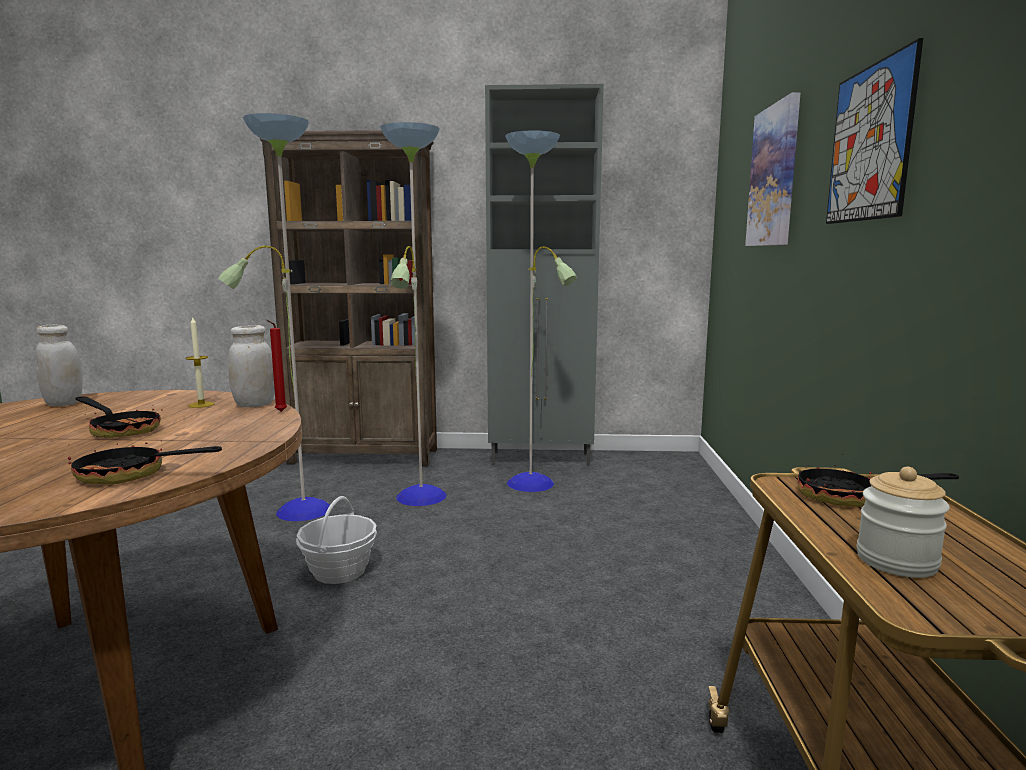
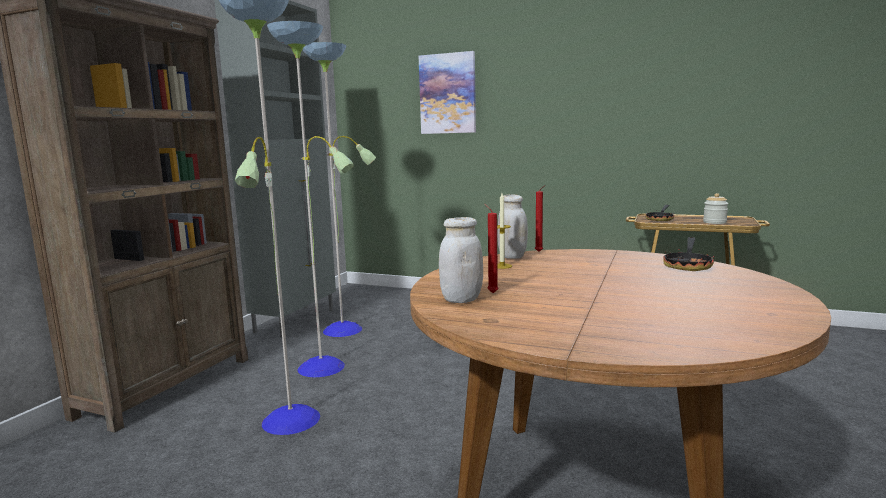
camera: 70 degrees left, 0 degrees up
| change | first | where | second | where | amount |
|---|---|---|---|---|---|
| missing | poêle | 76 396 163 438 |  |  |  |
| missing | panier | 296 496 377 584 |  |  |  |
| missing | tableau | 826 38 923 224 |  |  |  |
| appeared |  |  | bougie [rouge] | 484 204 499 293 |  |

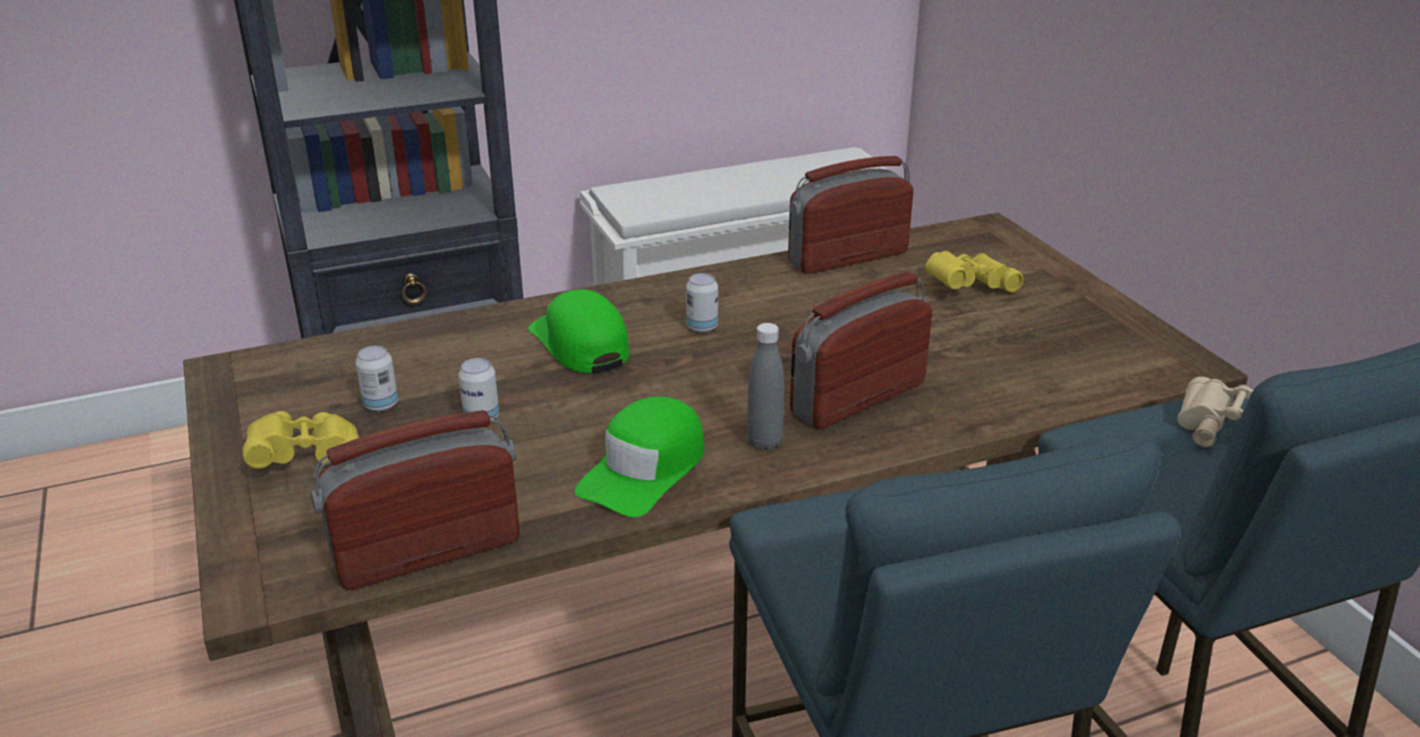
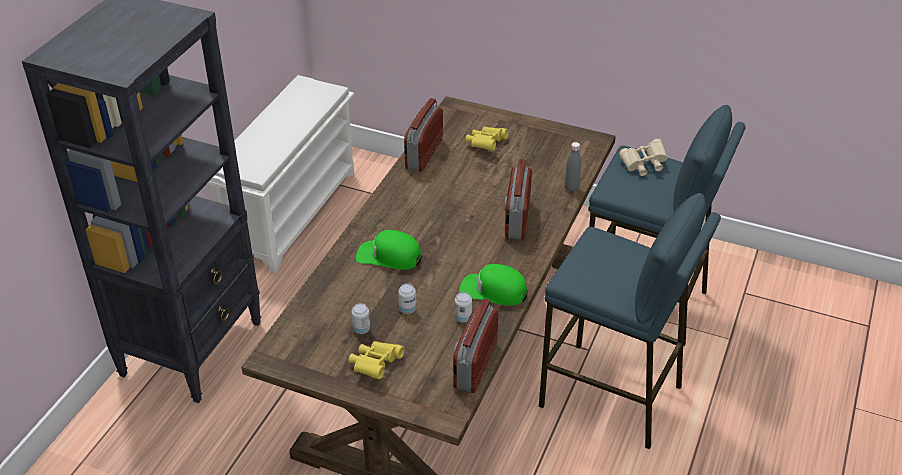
camera: 45 degrees left, 10 degrees up
| change | first | where | second | where | amount |
|---|---|---|---|---|---|
| relocated | boîte métallique | 686 273 718 333 |  | 455 292 472 322 |  |
| relocated | bouteille [gris] | 747 323 784 451 |  | 565 142 581 192 |  |
| spun | casquette [vert] | 575 397 704 517 |  | 459 264 527 306 | 120 degrees clockwise |

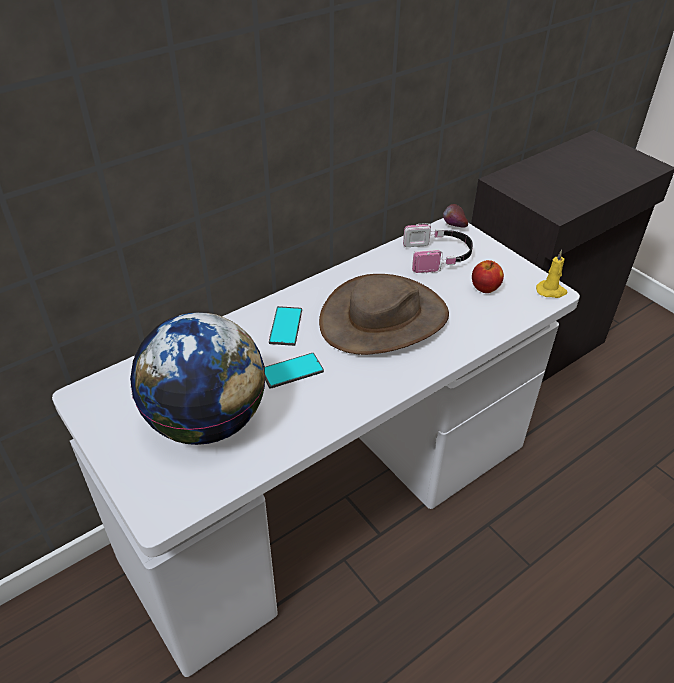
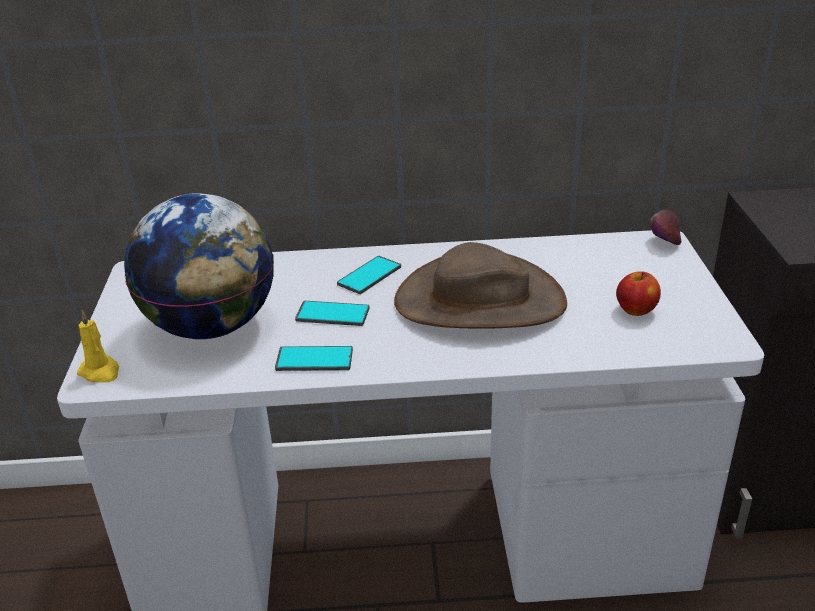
camera: 35 degrees right, 10 degrees down
| change | first | where | second | where | amount |
|---|---|---|---|---|---|
| missing | casque audio | 403 223 473 273 |  |  |  |
| appeared |  |  | téléphone | 275 346 353 371 |  |
| relocated | bougie [jaune] | 536 250 567 298 |  | 77 310 119 383 |  |

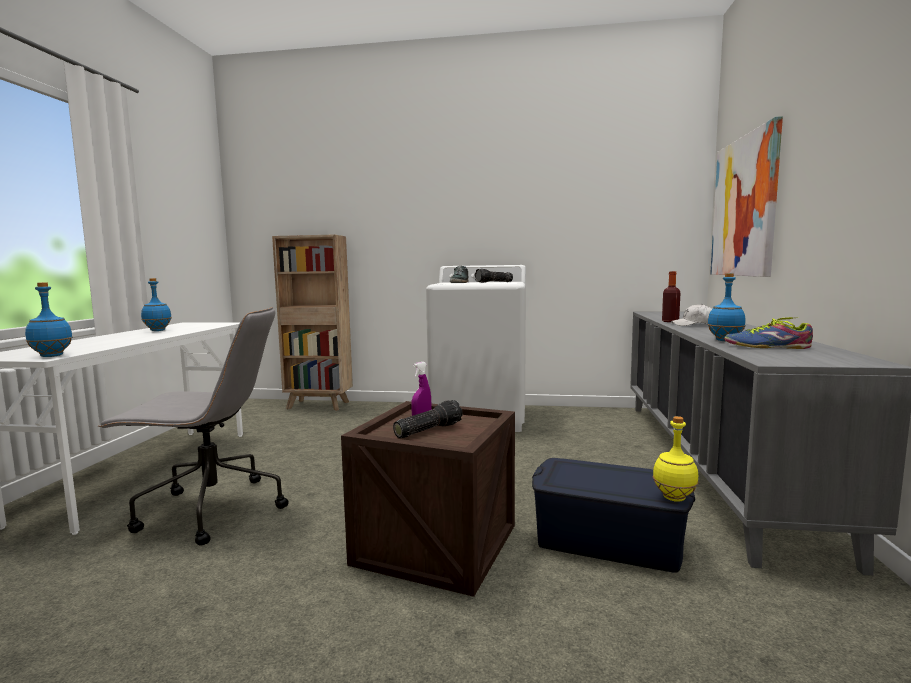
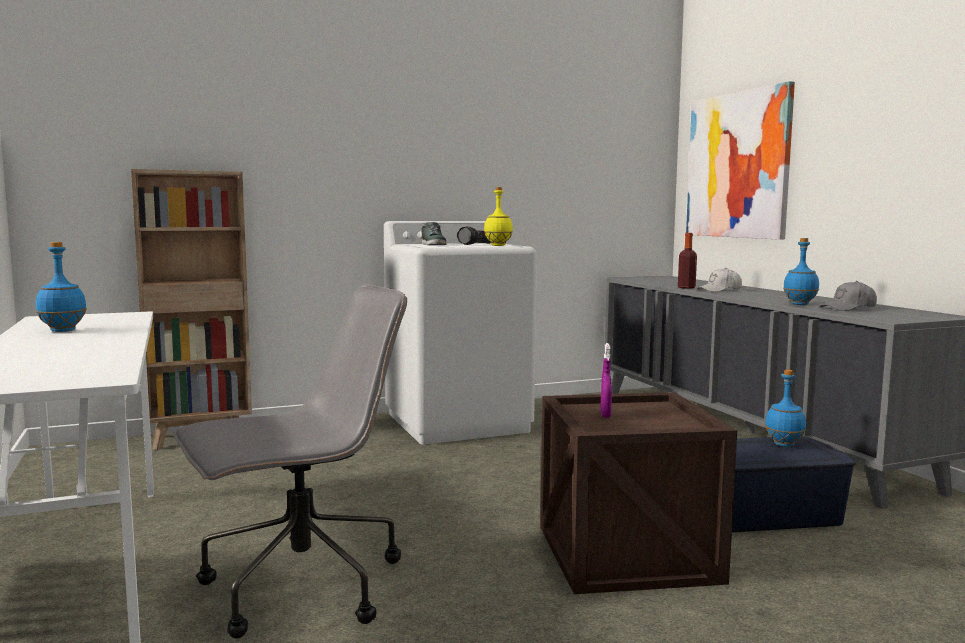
camera: 30 degrees left, 0 degrees up
| change | first | where | second | where | amount |
|---|---|---|---|---|---|
| missing | lampe de poche | 393 400 463 438 |  |  |  |
| relocated | bouteille [bleu] | 25 282 73 357 |  | 765 369 806 447 |  |
| relocated | bouteille [jaune] | 652 416 699 502 |  | 484 187 513 246 |  |
| exchanged | chaussure | 724 317 813 349 | casquette [gris] | 820 281 877 311 |  |

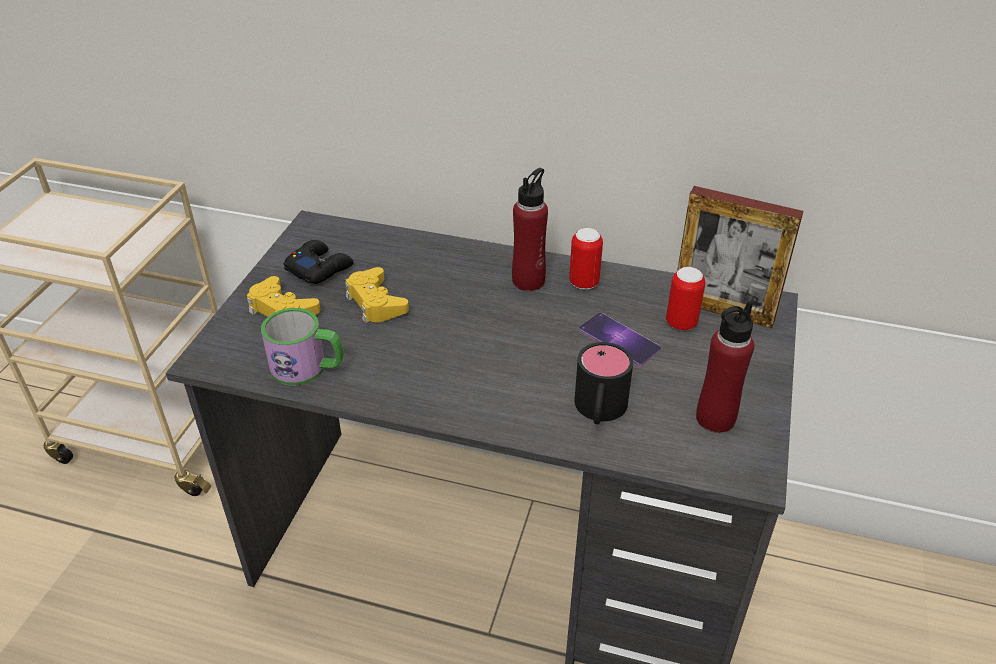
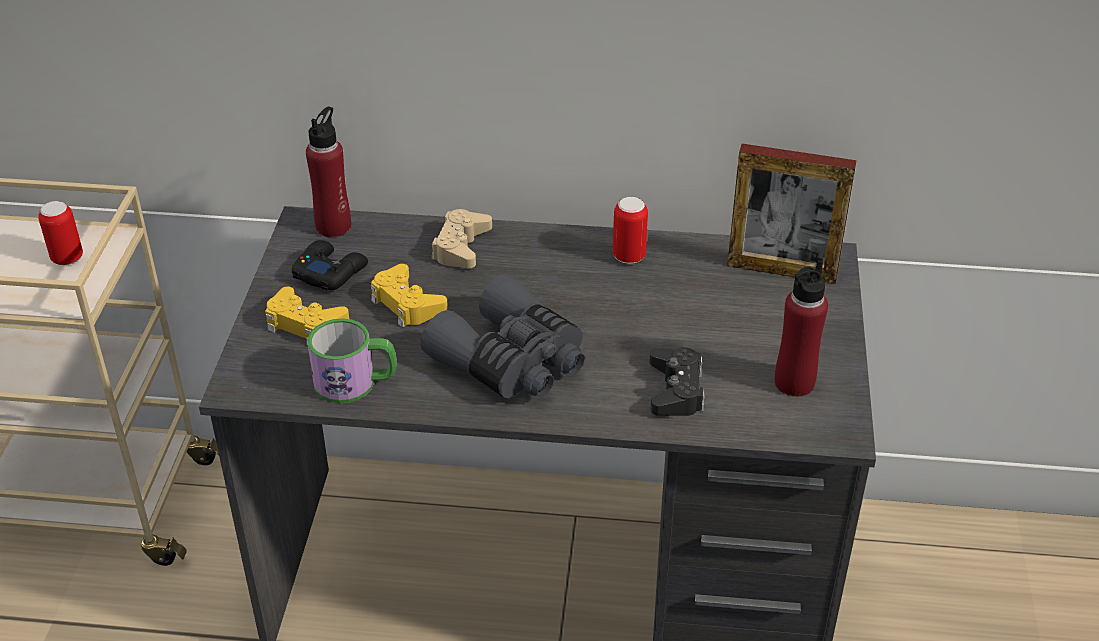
camera: 10 degrees left, 0 degrees up
| change | first | where | second | where | amount |
|---|---|---|---|---|---|
| missing | téléphone | 578 313 661 366 |  |  |  |
| appeared |  |  | jumelles [gris] | 421 274 585 398 |  |
| appeared |  |  | manette [beige] | 431 209 492 268 |  |
| relocated | bouteille [rouge] | 512 168 548 291 |  | 306 106 351 237 |  |
| relocated | boîte métallique | 666 267 705 331 |  | 38 201 83 265 |  |
| exchanged | mug [noir] | 574 342 633 424 | manette [noir] | 649 347 704 416 |  |

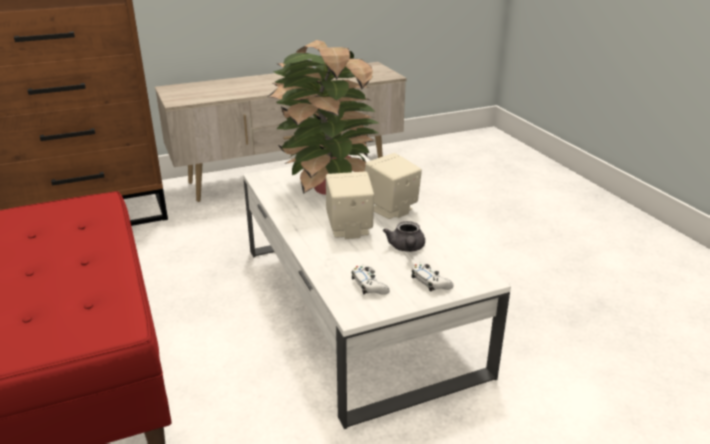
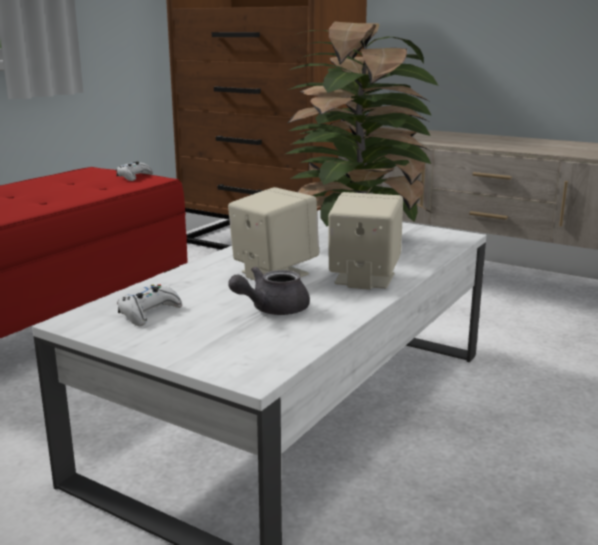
camera: 55 degrees right, 10 degrees down
| change | first | where | second | where | amount |
|---|---|---|---|---|---|
| relocated | manette [blanc] | 412 263 454 291 |  | 116 162 153 181 |  |

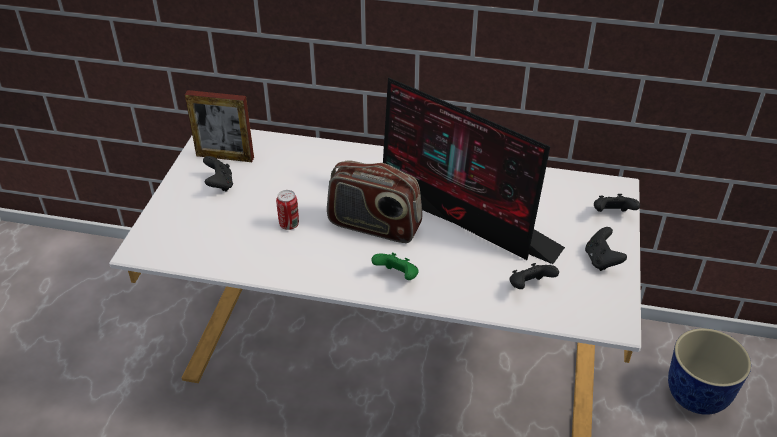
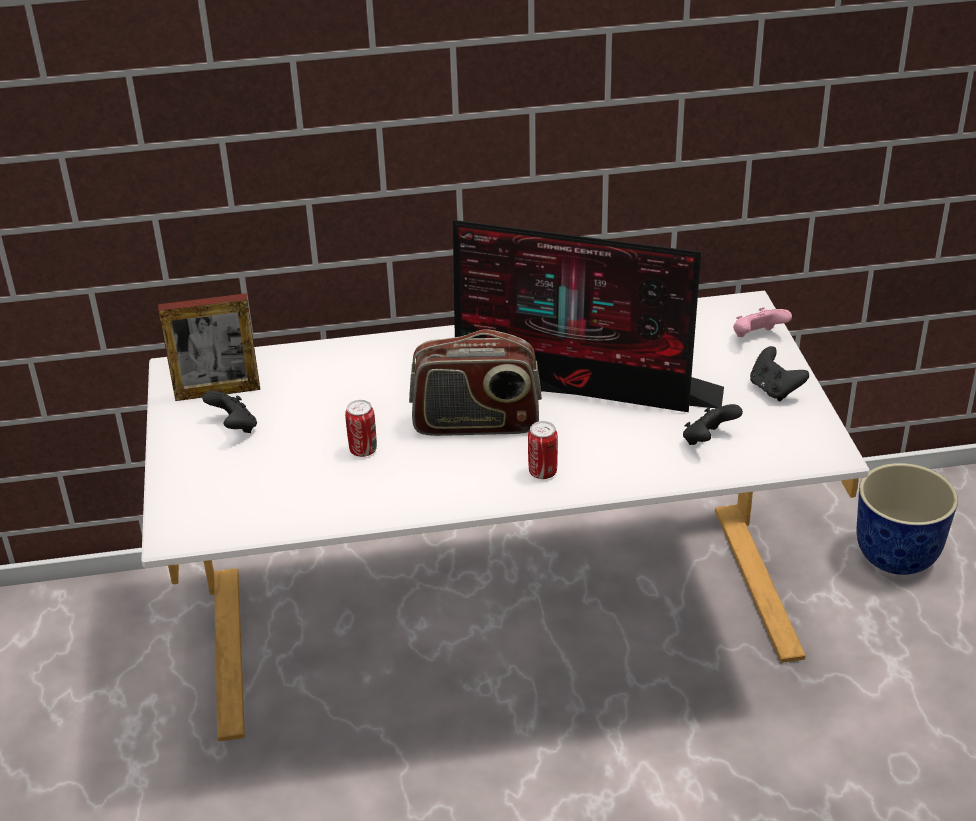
camera: 20 degrees left, 5 degrees down
| change | first | where | second | where | amount |
|---|---|---|---|---|---|
| exchanged | manette [vert] | 371 252 419 280 | boîte métallique | 528 421 558 479 |  |
| colour | manette [noir] | 594 194 640 212 | manette [rose] | 733 307 792 337 |  |

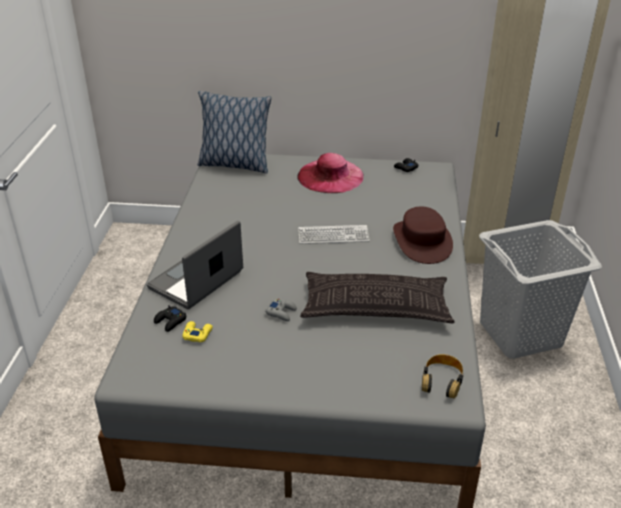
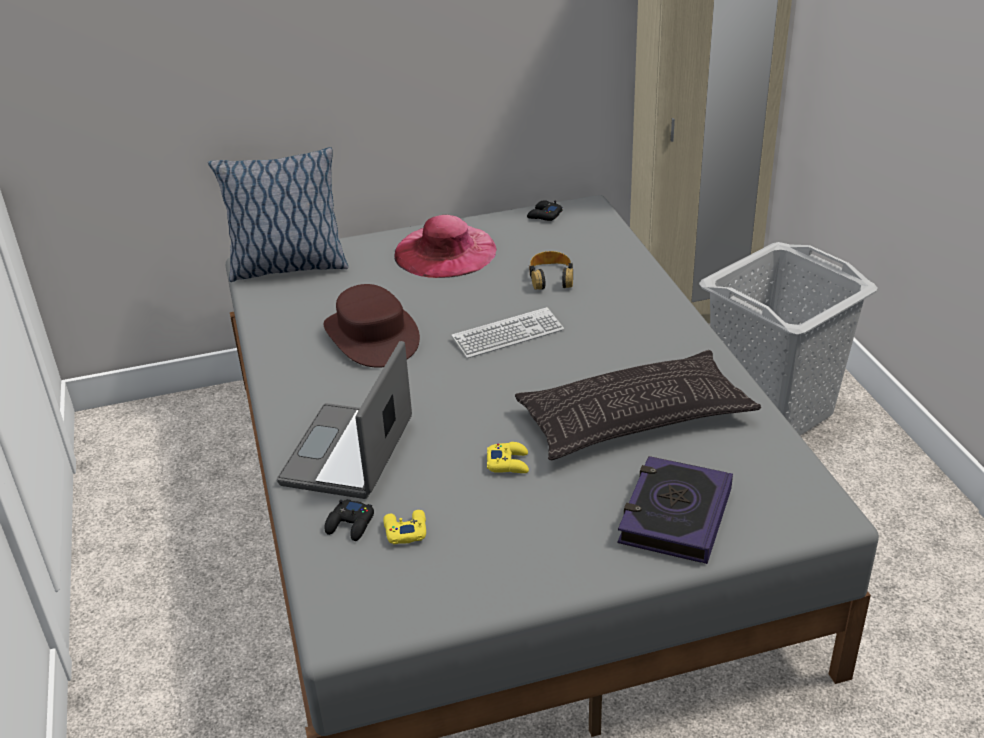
camera: 20 degrees left, 0 degrees up
| change | first | where | second | where | amount |
|---|---|---|---|---|---|
| appeared |  |  | livre | 618 456 733 564 |  |
| relocated | chapeau [marron] | 393 207 453 264 |  | 323 284 420 368 |  |
| relocated | casque audio | 422 354 464 399 |  | 529 251 573 290 |  |
| colour | manette [gris] | 265 299 297 321 | manette [jaune] | 487 442 529 473 |  |

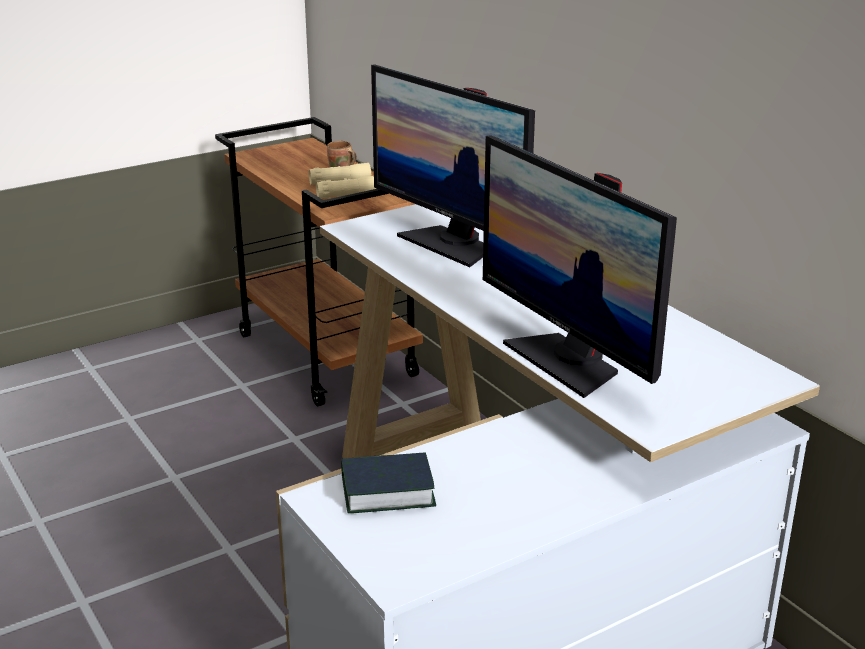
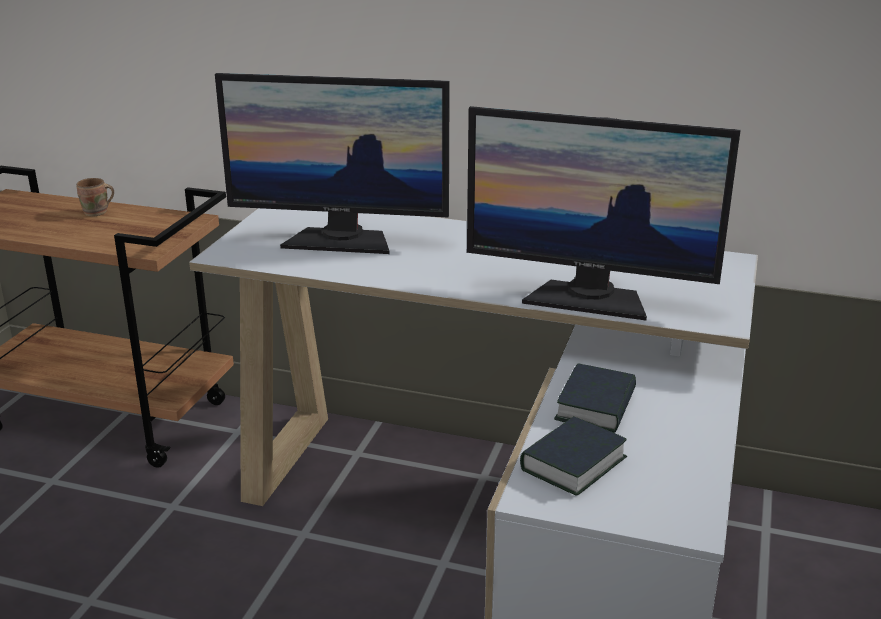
camera: 40 degrees left, 0 degrees up
| change | first | where | second | where | amount |
|---|---|---|---|---|---|
| missing | jumelles [beige] | 309 163 376 199 |  |  |  |
| appeared |  |  | livre | 554 363 636 433 |  |

